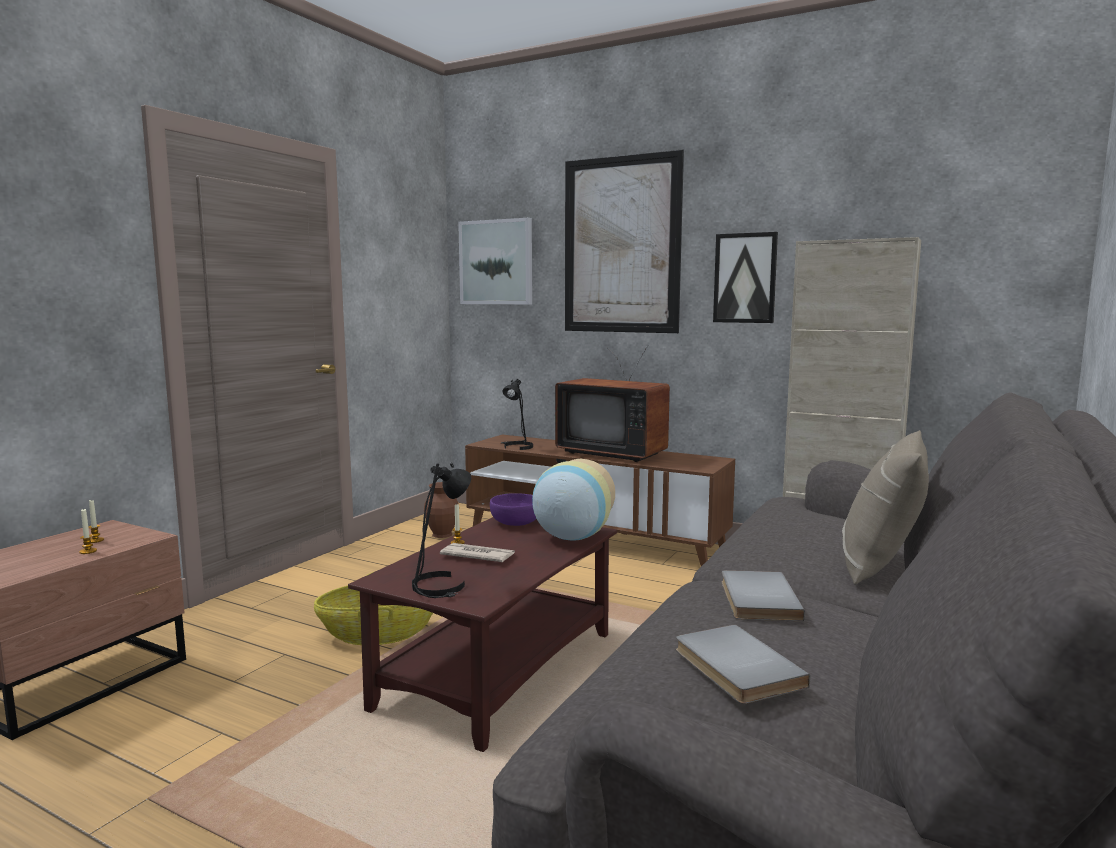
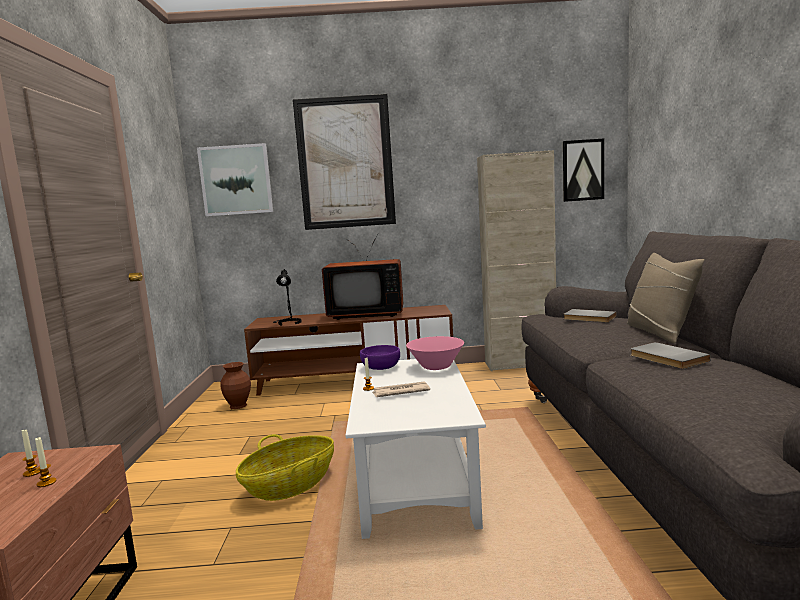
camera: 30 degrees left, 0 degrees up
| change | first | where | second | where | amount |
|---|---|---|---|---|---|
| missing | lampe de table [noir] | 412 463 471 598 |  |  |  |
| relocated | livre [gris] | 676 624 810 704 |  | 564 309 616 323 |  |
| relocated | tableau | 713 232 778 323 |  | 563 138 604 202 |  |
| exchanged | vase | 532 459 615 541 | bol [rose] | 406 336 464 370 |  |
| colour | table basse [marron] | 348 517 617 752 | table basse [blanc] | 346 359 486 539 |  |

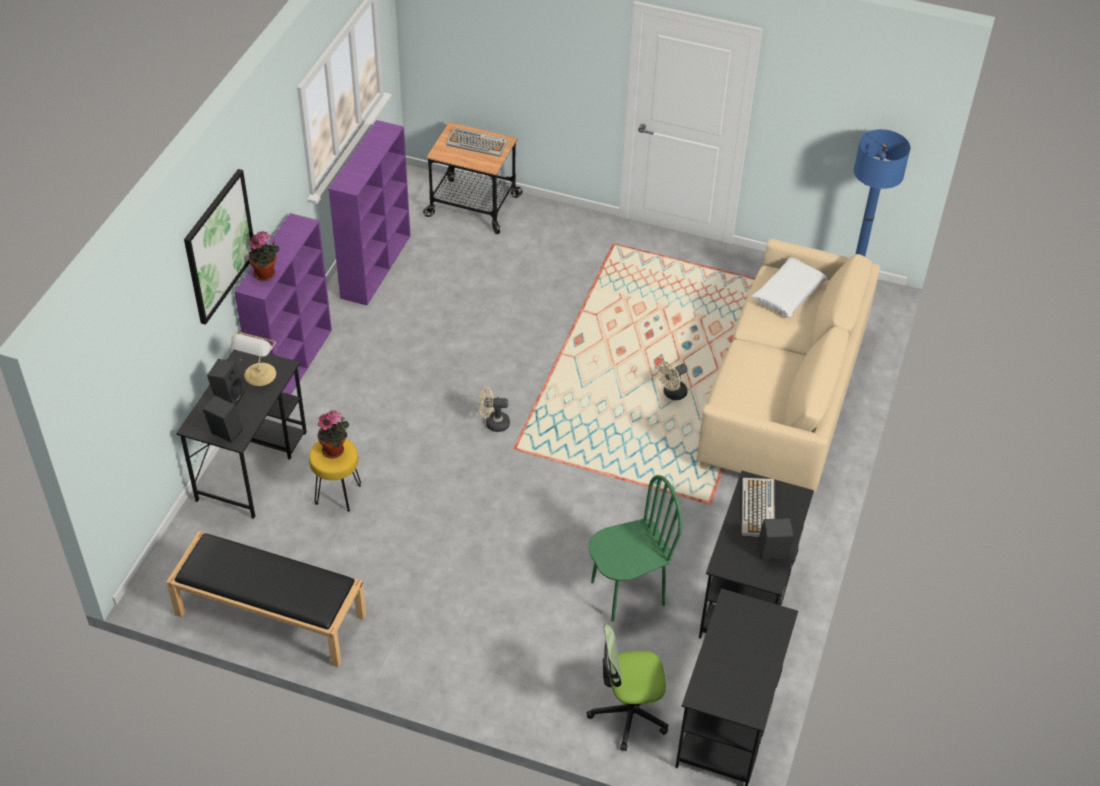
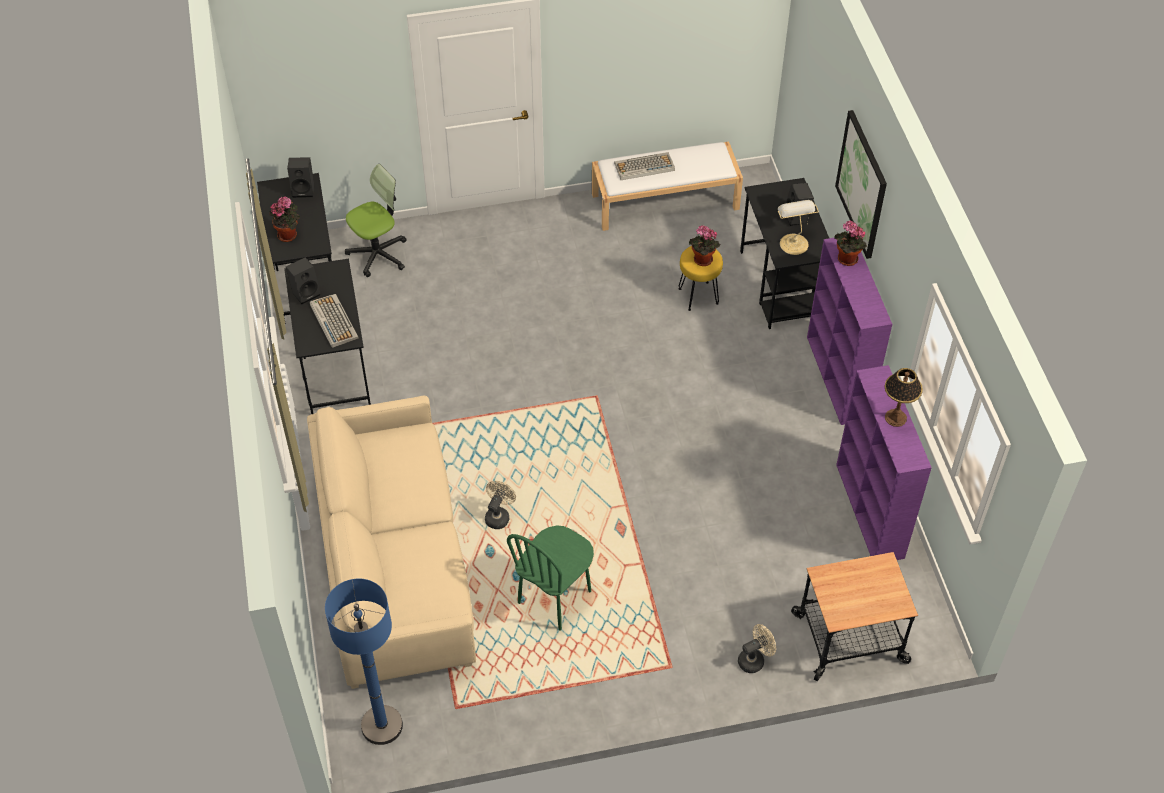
camera: 150 degrees right, 5 degrees up
| change | first | where | second | where | amount |
|---|---|---|---|---|---|
| missing | coussin [blanc] | 752 257 827 317 |  |  |  |
| appeared |  |  | plante en pot | 269 196 300 242 |  |
| appeared |  |  | lampe de table | 884 368 923 427 |  |
| relocated | enceinte [noir] | 203 395 243 443 |  | 287 157 314 198 |  |
| relocated | clavier | 446 128 508 157 |  | 614 152 675 180 |  |
| relocated | ventilateur [beige] | 478 387 510 432 |  | 738 624 776 673 |  |
| relocated | chaise [vert] | 588 475 682 622 |  | 507 526 594 630 |  |
| colour | banc [noir] | 166 531 366 667 | banc [blanc] | 592 142 743 231 |  |

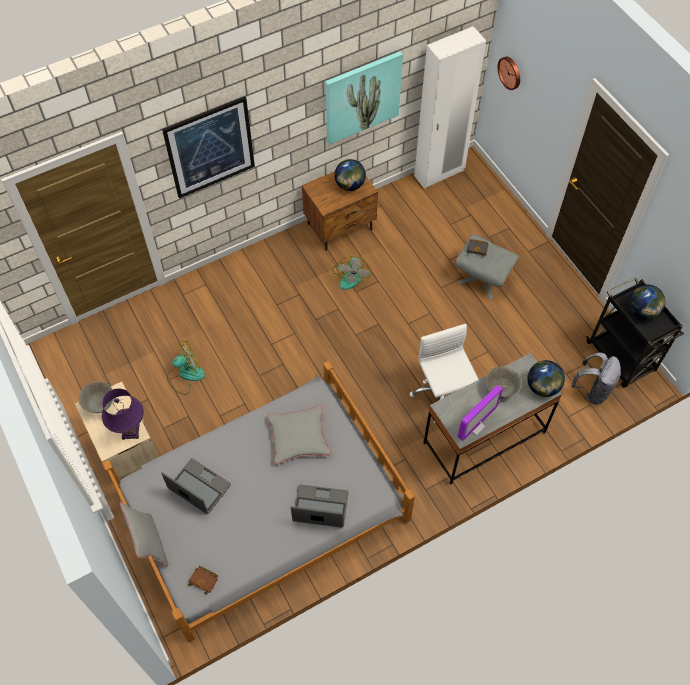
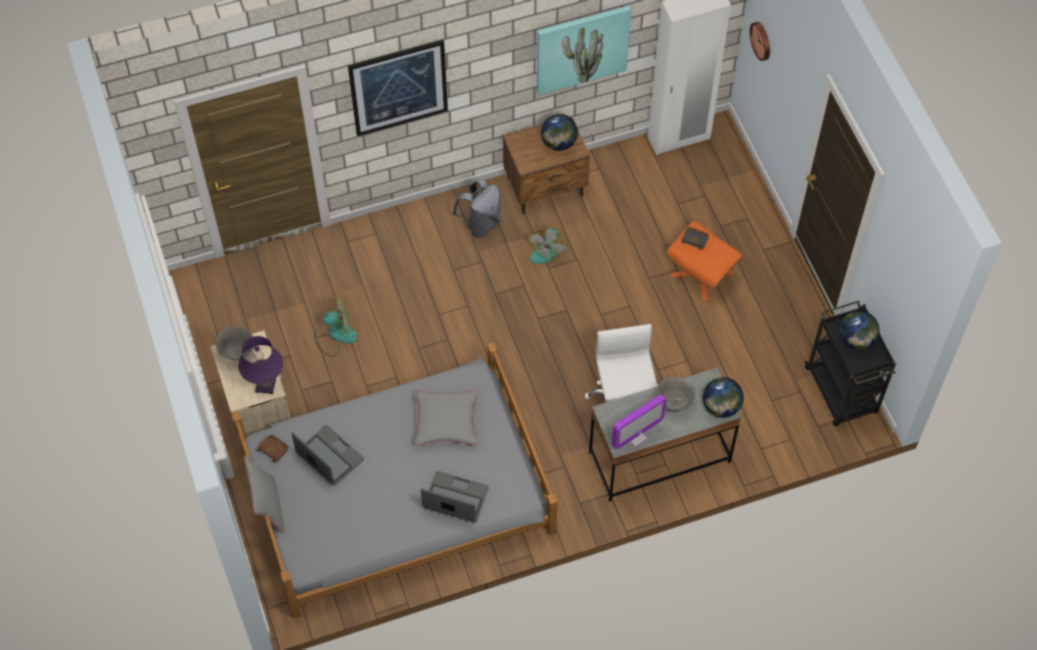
camera: 10 degrees right, 0 degrees up
| change | first | where | second | where | amount |
|---|---|---|---|---|---|
| relocated | livre [marron] | 188 566 218 595 |  | 257 434 289 463 |  |
| relocated | sac à dos [gris] | 571 353 621 405 |  | 453 179 501 238 |  |
| colour | pouf [gris] | 455 234 520 300 | pouf [orange] | 667 221 743 301 |  |

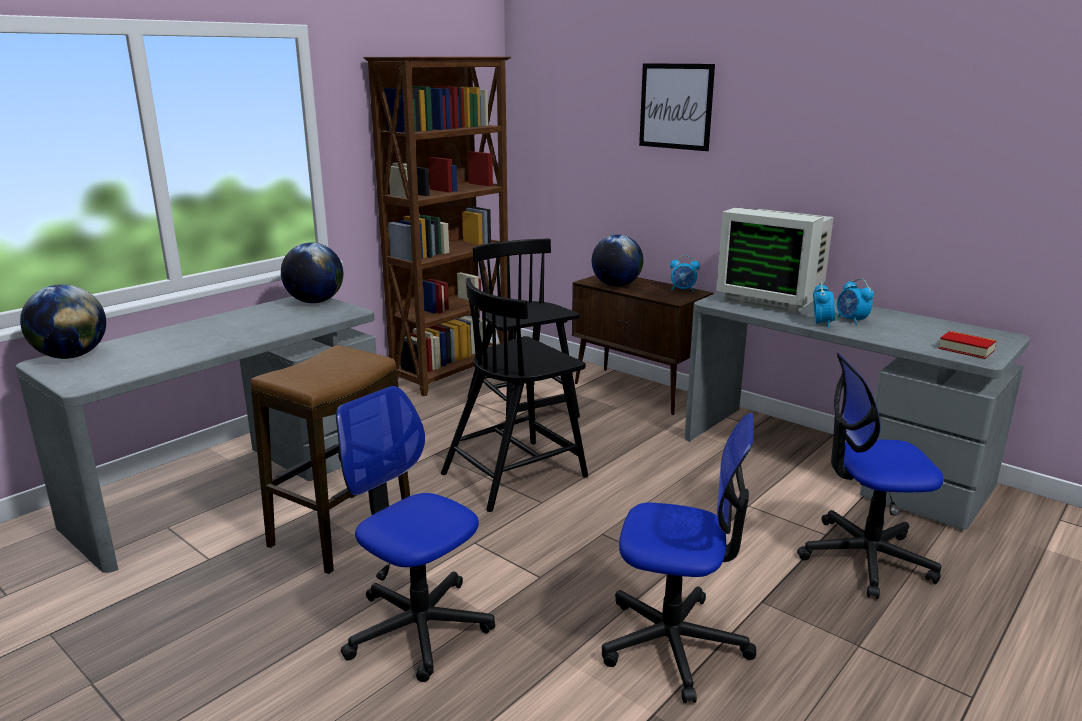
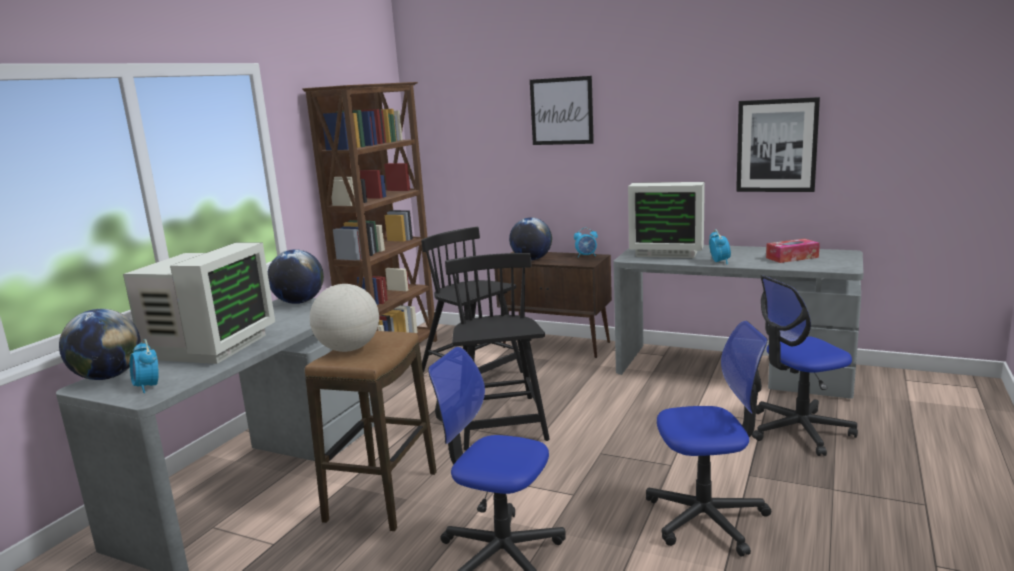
camera: 15 degrees left, 5 degrees down
| change | first | where | second | where | amount |
|---|---|---|---|---|---|
| missing | livre | 938 331 996 359 |  |  |  |
| appeared |  |  | écran d'ordinateur | 123 242 275 364 |  |
| appeared |  |  | globe | 310 284 379 352 |  |
| appeared |  |  | tableau | 736 97 820 192 |  |
| appeared |  |  | boîte à mouchoirs | 766 239 820 263 |  |
| relocated | réveil | 837 278 874 325 |  | 130 339 159 393 |  |
| spun | chaise [noir] | 441 278 588 512 |  | 445 253 550 450 | 135 degrees clockwise |

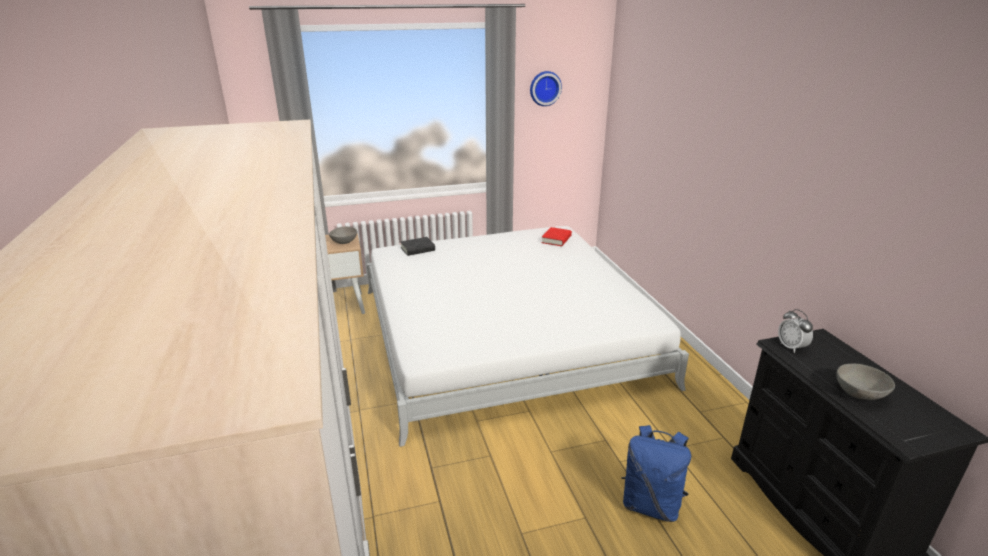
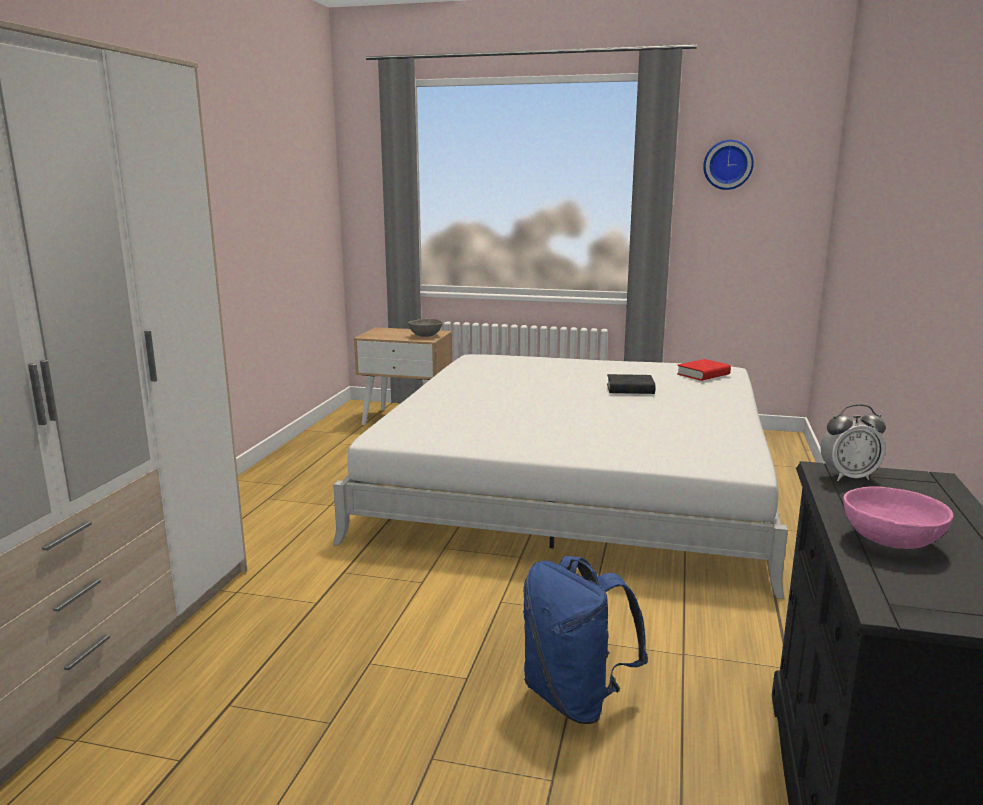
camera: 30 degrees right, 10 degrees down
| change | first | where | second | where | amount |
|---|---|---|---|---|---|
| relocated | livre [noir] | 400 237 435 256 |  | 607 374 656 394 |  |
| colour | bol [gris] | 836 364 895 400 | bol [rose] | 843 486 953 549 |  |
| spun | réveil | 778 309 813 353 |  | 820 404 886 481 | 105 degrees counterclockwise |

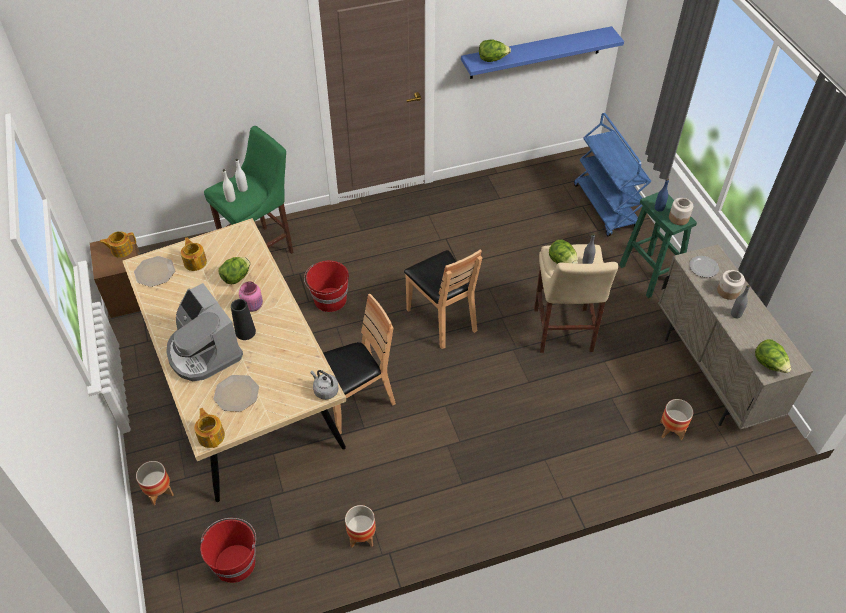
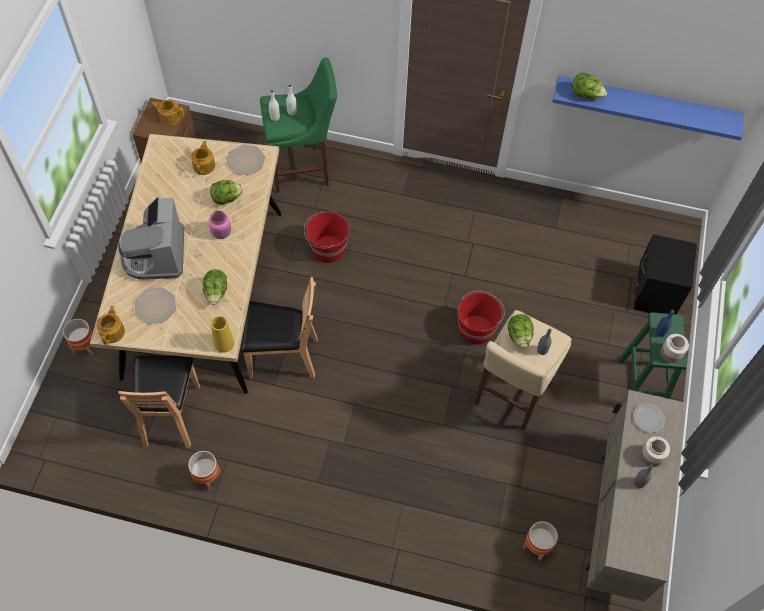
camera: 30 degrees right, 10 degrees up
| change | first | where | second | where | amount |
|---|---|---|---|---|---|
| missing | vase [noir] | 231 299 256 340 |  |  |  |
| relocated | assiette | 134 256 175 287 |  | 226 145 265 175 |  |
| relocated | seau [rouge] | 200 518 256 583 |  | 458 291 505 345 |  |
| relocated | chaise [marron] | 404 249 482 349 |  | 118 355 200 448 |  |
| relocated | laitue | 755 339 791 373 |  | 203 269 227 305 |  |
| exchanged | bouilloire [gris] | 311 370 339 400 | vase [jaune] | 211 316 234 353 |  |
| exchanged | chariot [bleu] | 574 113 651 236 | table de chevet [noir] | 634 234 697 314 |  |

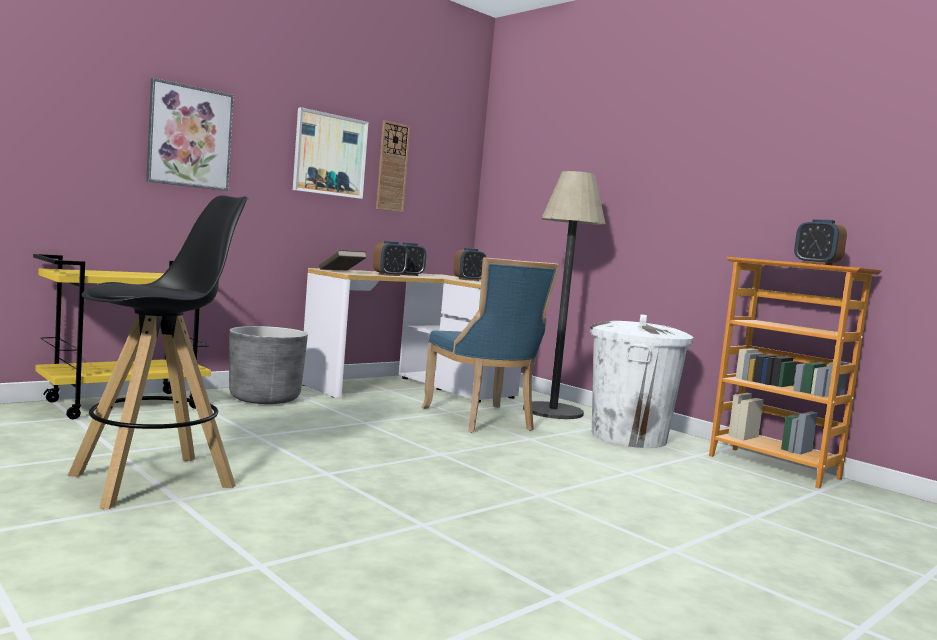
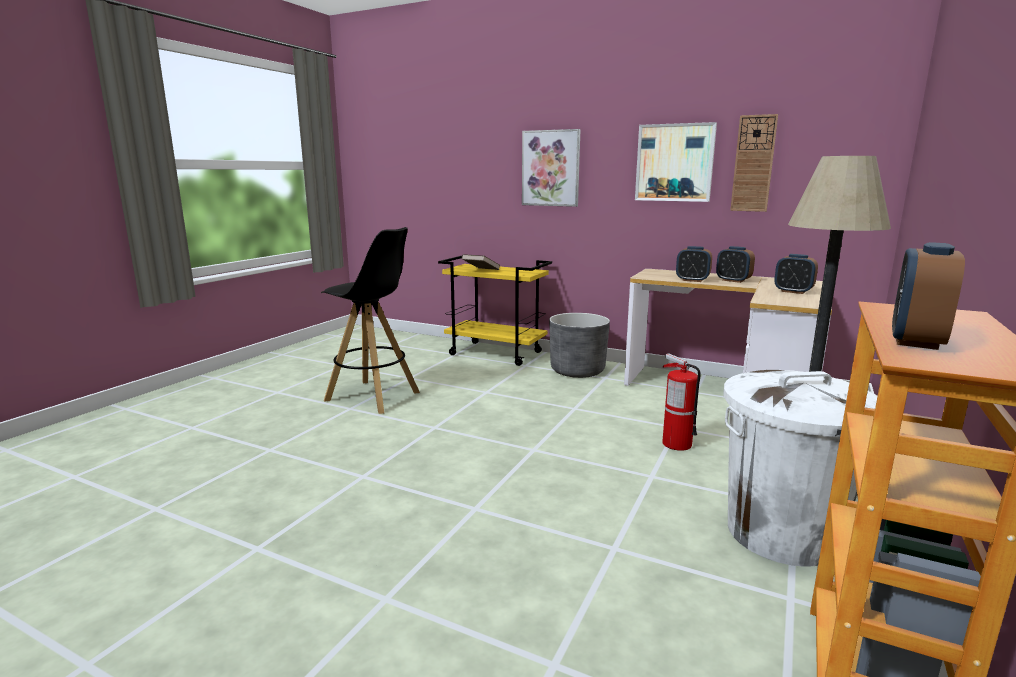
camera: 70 degrees right, 10 degrees up
| change | first | where | second | where | amount |
|---|---|---|---|---|---|
| relocated | livre [marron] | 319 250 367 270 |  | 462 254 500 270 |  |
| exchanged | chaise [bleu] | 422 257 560 432 | extincteur | 662 353 701 451 |  |

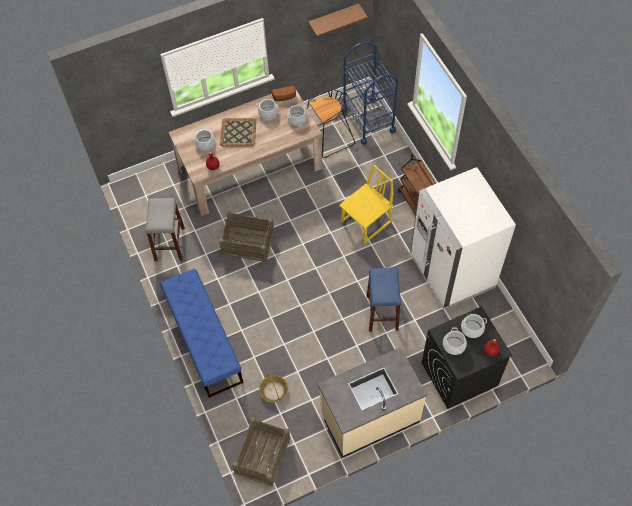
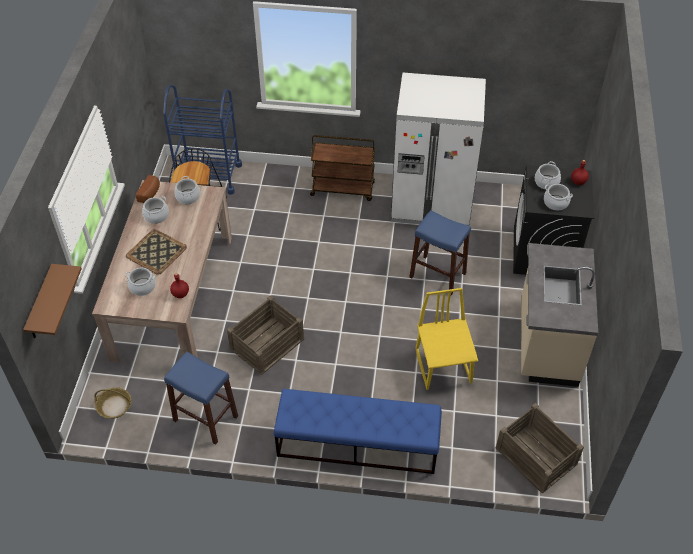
camera: 60 degrees left, 10 degrees down
| change | first | where | second | where | amount |
|---|---|---|---|---|---|
| relocated | panier | 259 374 288 403 |  | 94 387 132 418 |  |
| relocated | étagère [marron] | 308 4 368 37 |  | 23 264 82 338 |  |
| relocated | chaise [jaune] | 339 165 393 244 |  | 415 288 478 390 |  |
| colour | tabouret [gris] | 145 198 185 261 | tabouret [bleu] | 164 352 238 445 |  |

